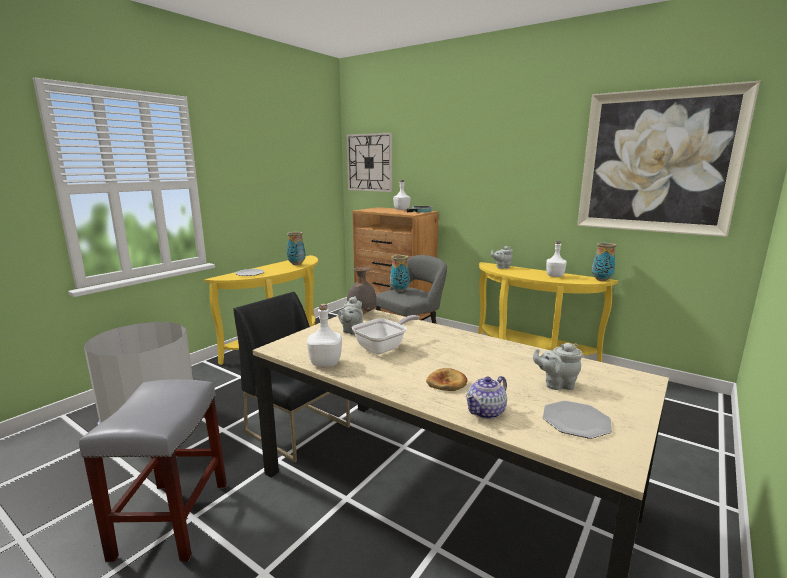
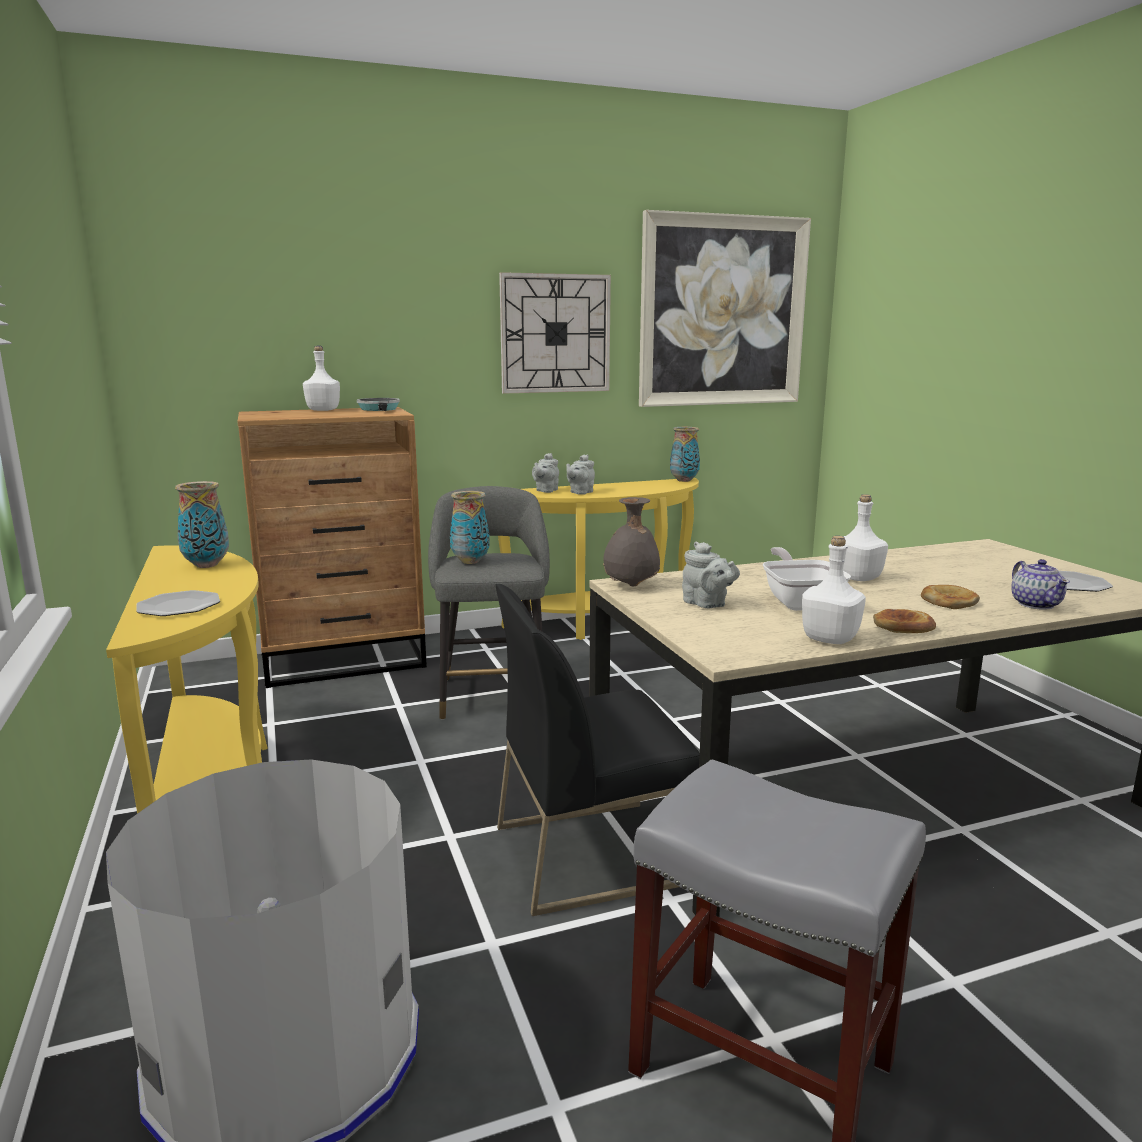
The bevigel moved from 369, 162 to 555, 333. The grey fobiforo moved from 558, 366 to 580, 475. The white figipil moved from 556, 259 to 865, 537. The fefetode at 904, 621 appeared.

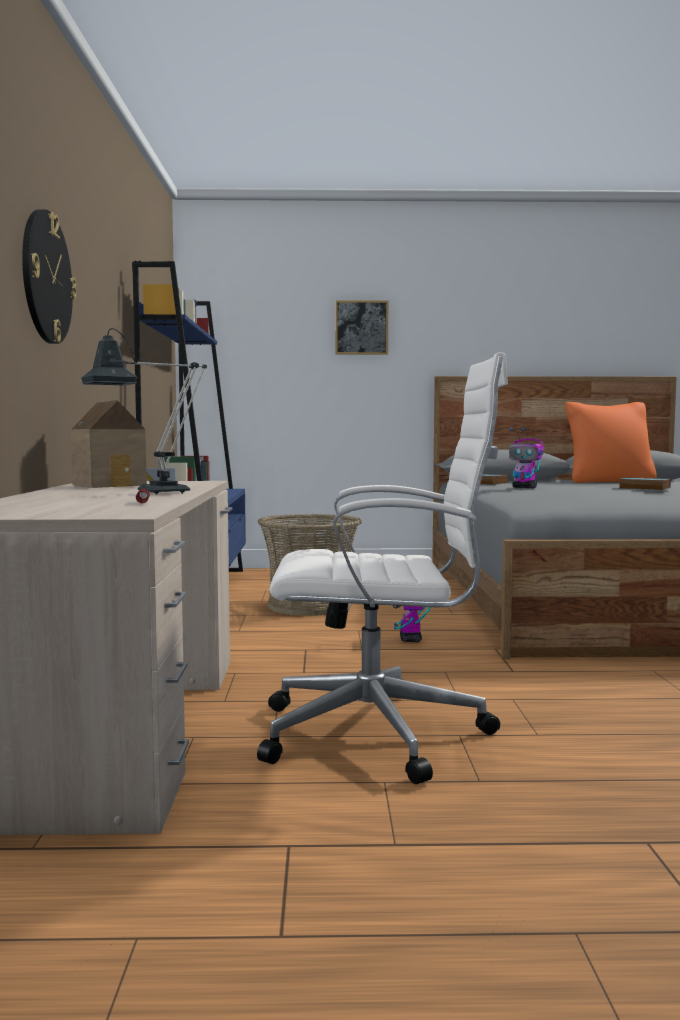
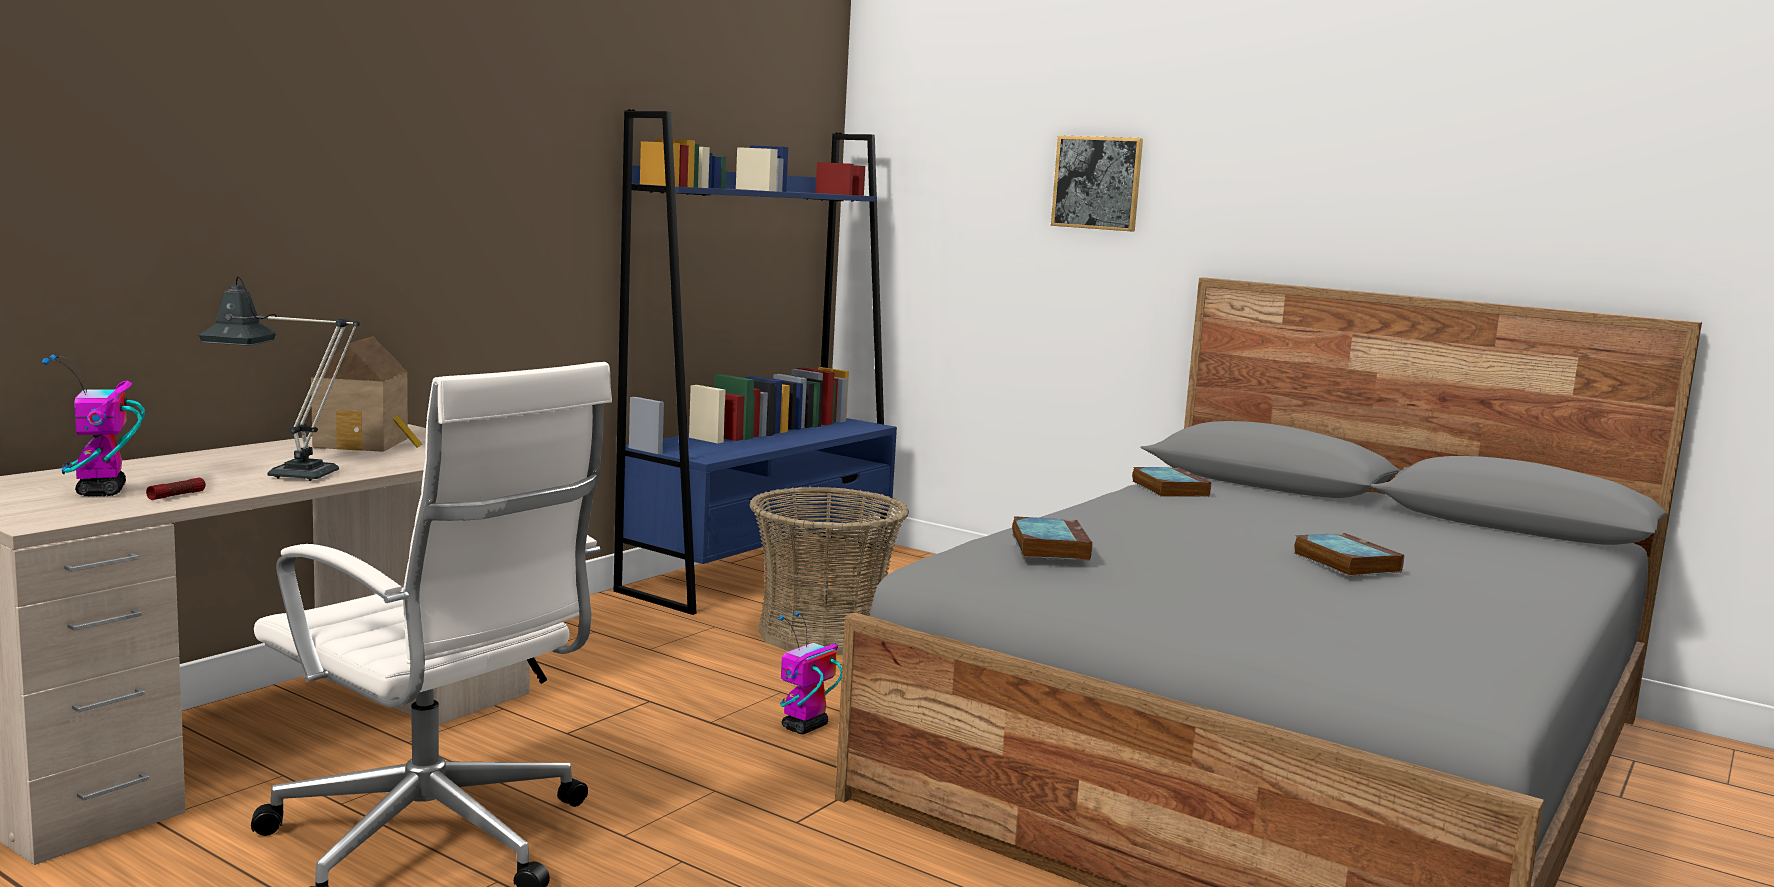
The bevigel at 49, 276 disappeared. The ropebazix moved from 526, 458 to 93, 425. The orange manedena at 611, 442 disappeared. The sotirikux at 1052, 538 appeared.

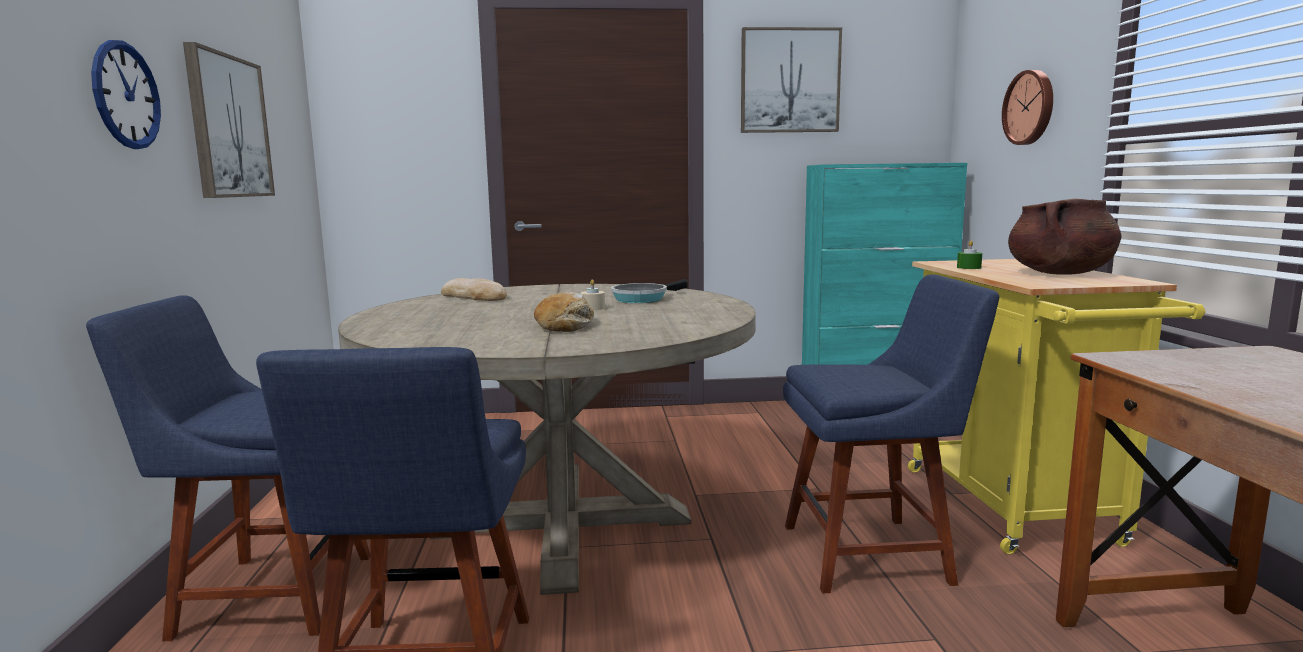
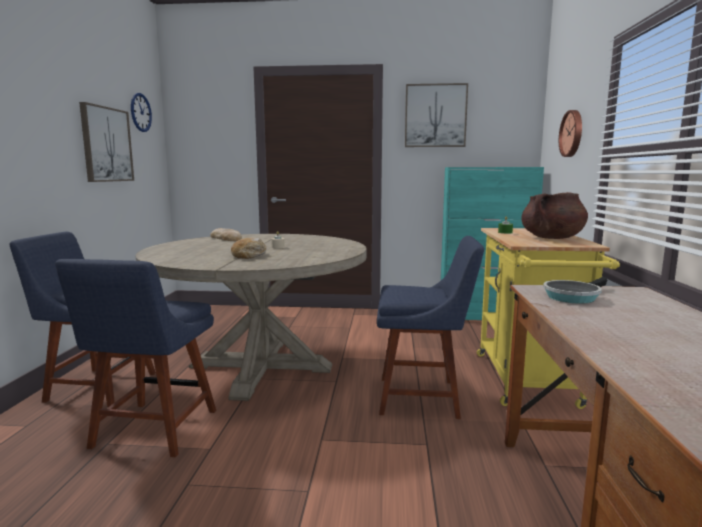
The bevigel moved from 126, 94 to 141, 112. The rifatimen moved from 649, 291 to 575, 290.

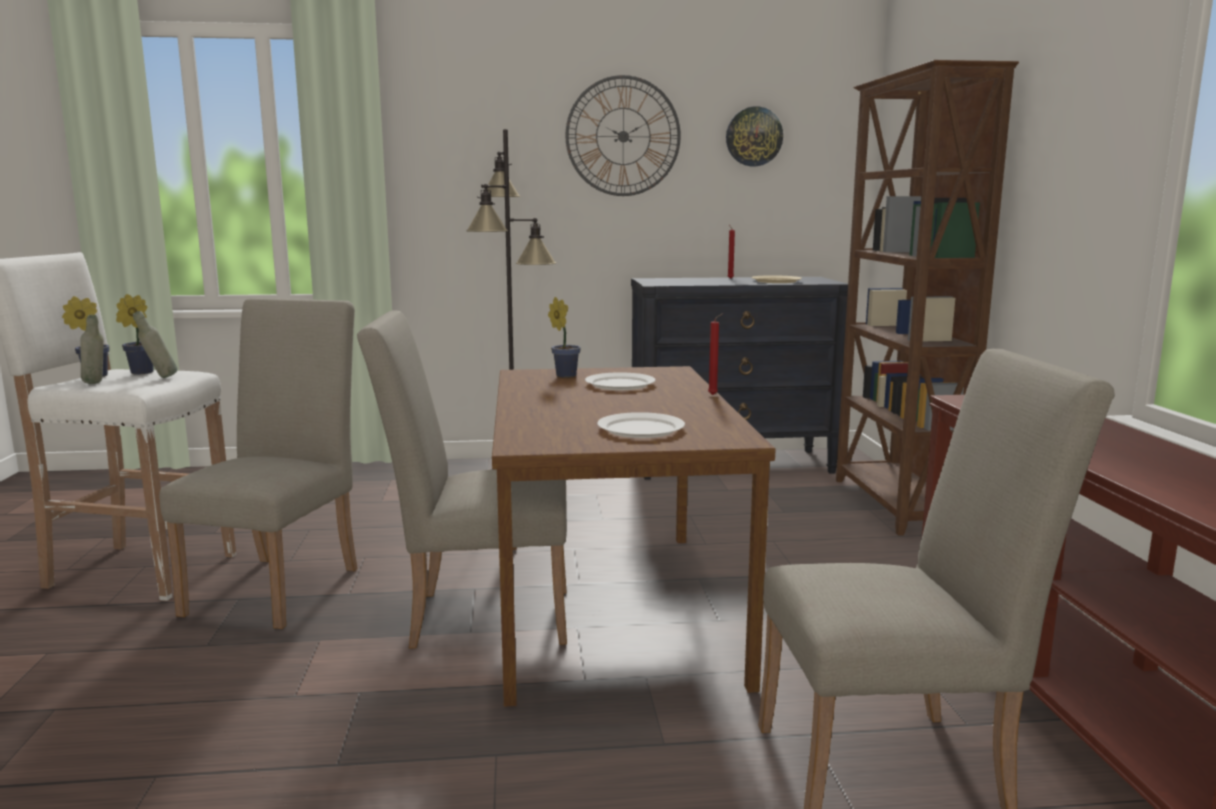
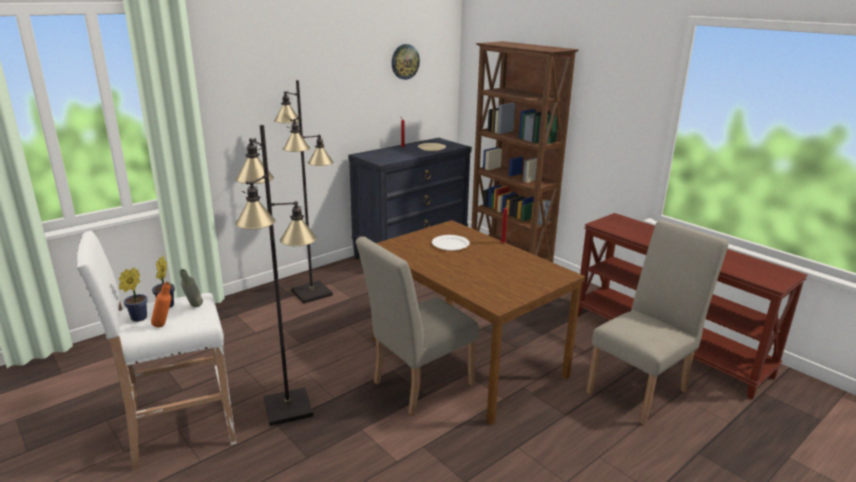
The grey figipil at 92, 349 became the orange figipil at 161, 305. The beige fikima at 258, 463 was replaced by the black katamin at 276, 275. The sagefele at 564, 337 disappeared. The bevigel at 623, 135 disappeared. The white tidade at 641, 425 disappeared.

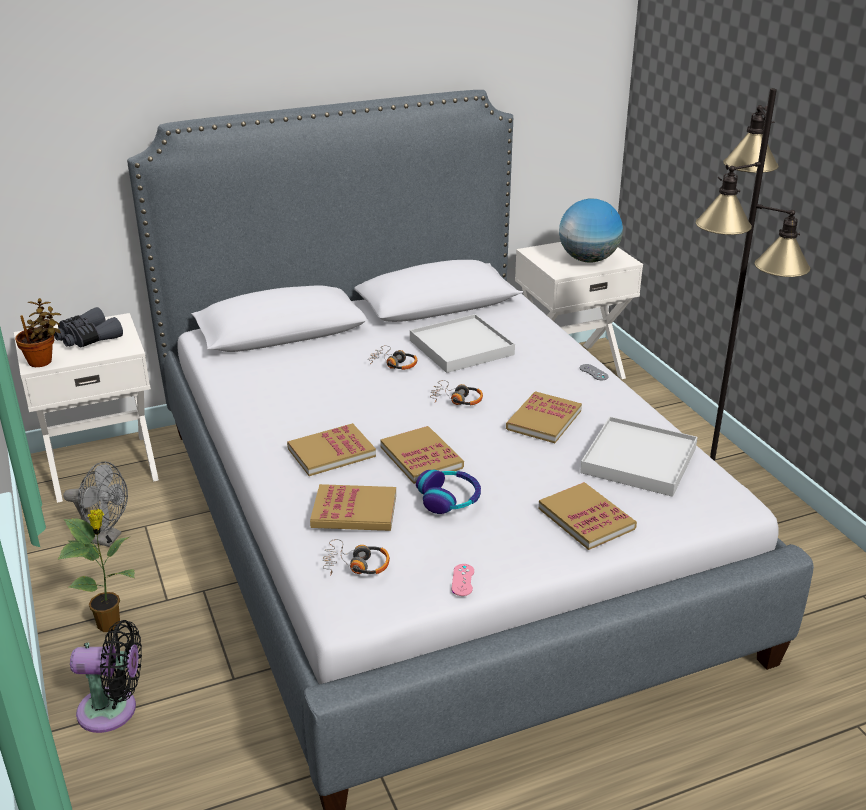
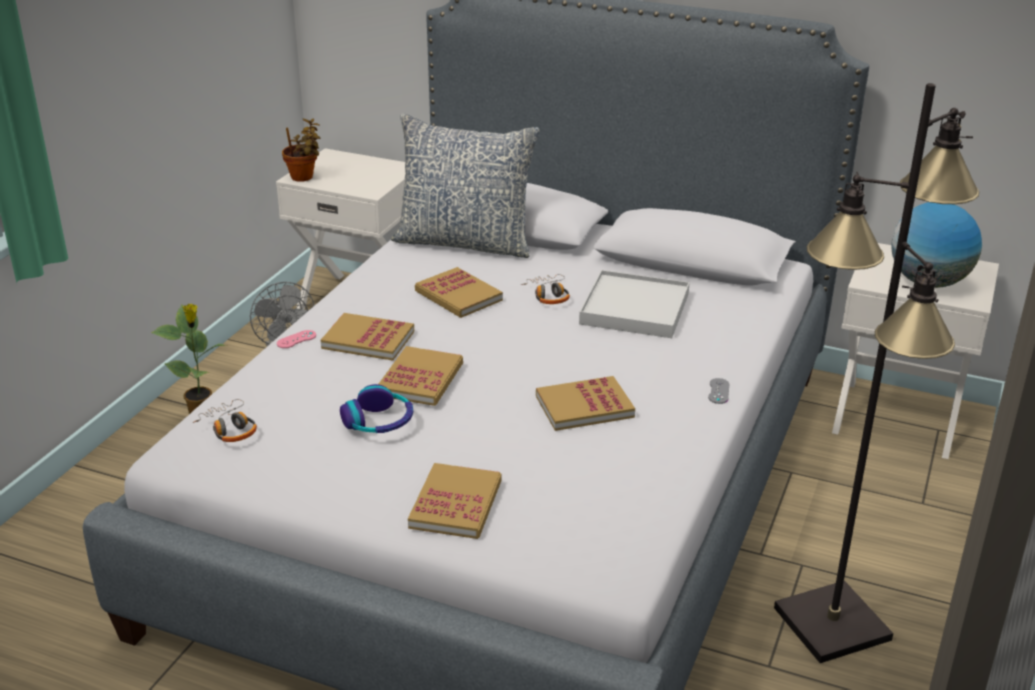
The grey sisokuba at 88, 327 disappeared. The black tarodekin at 106, 676 disappeared. The sotirikux moved from 353, 507 to 459, 292. The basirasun at 456, 392 disappeared. The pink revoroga moved from 463, 580 to 296, 339. The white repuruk at 639, 456 disappeared. The manedena at 465, 185 appeared.

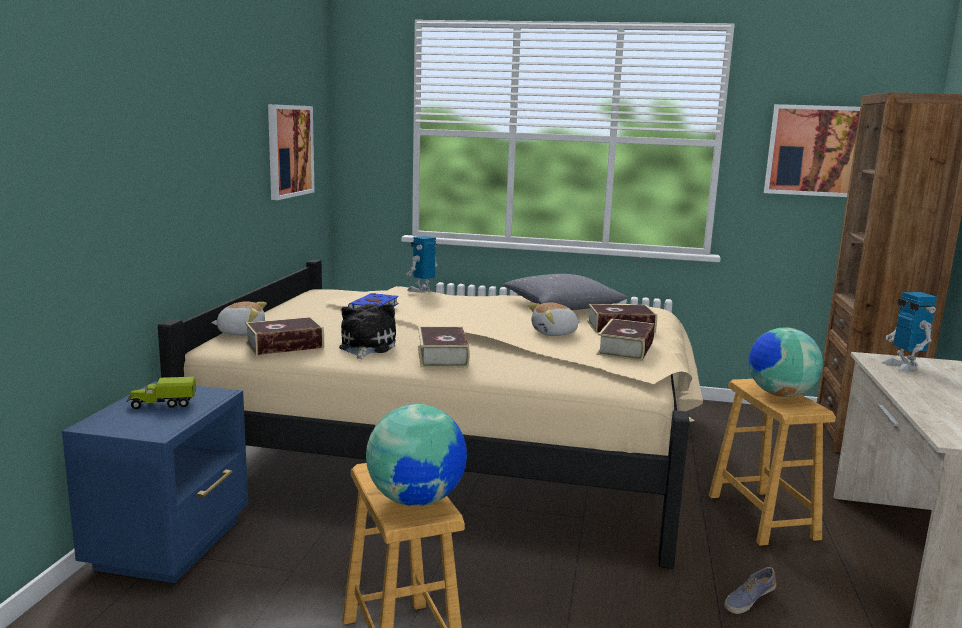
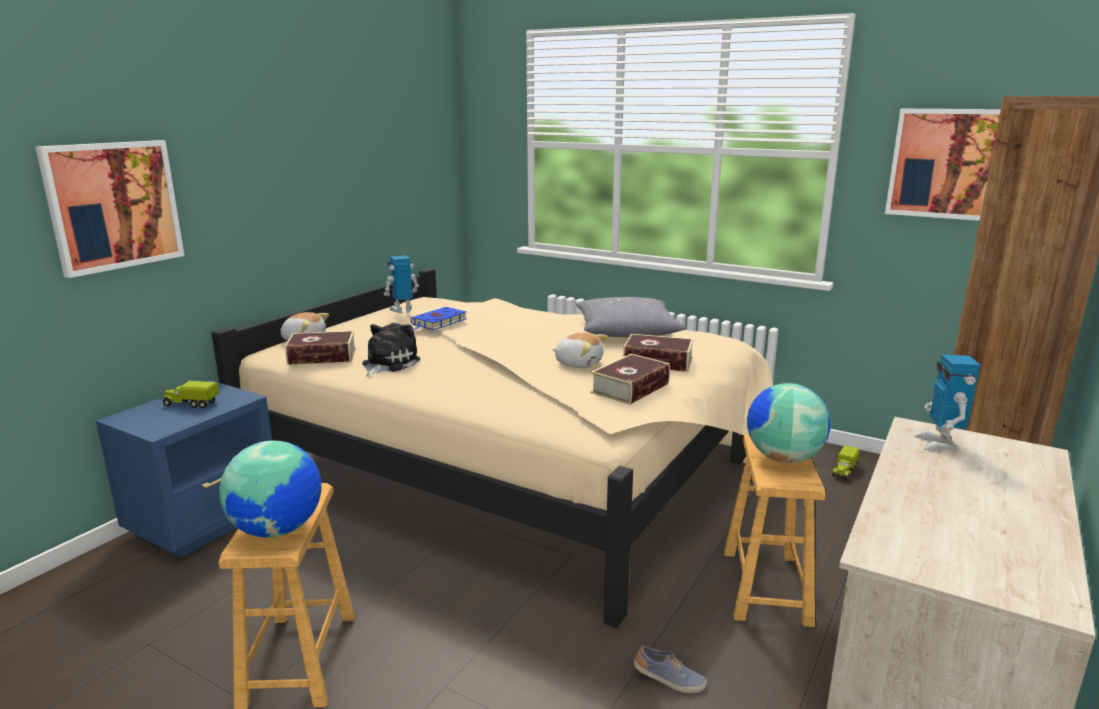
The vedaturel moved from 291, 152 to 110, 209. The ropebazix moved from 422, 264 to 401, 284. The sotirikux at 444, 347 disappeared. The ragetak at 554, 319 turned 150 degrees counterclockwise. The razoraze at 750, 590 turned 150 degrees counterclockwise. The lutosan at 846, 463 appeared.

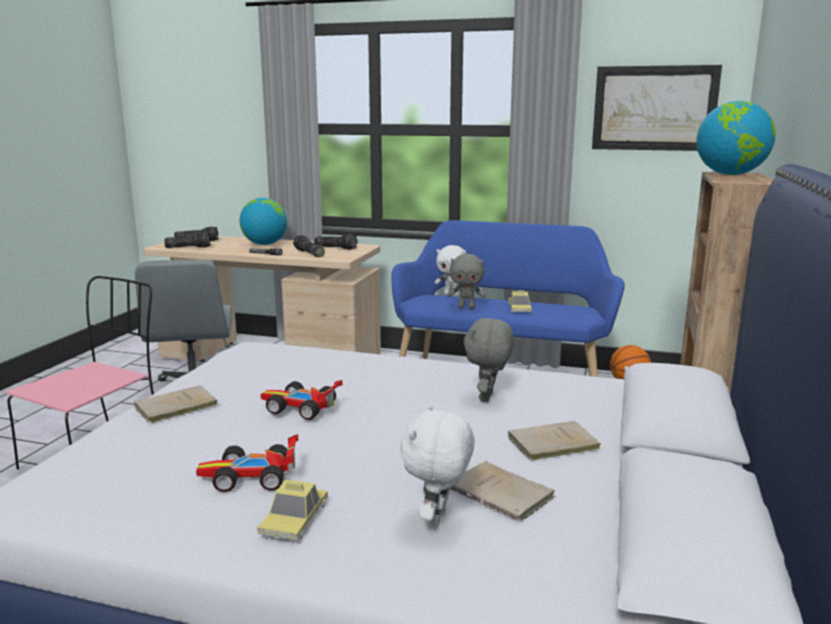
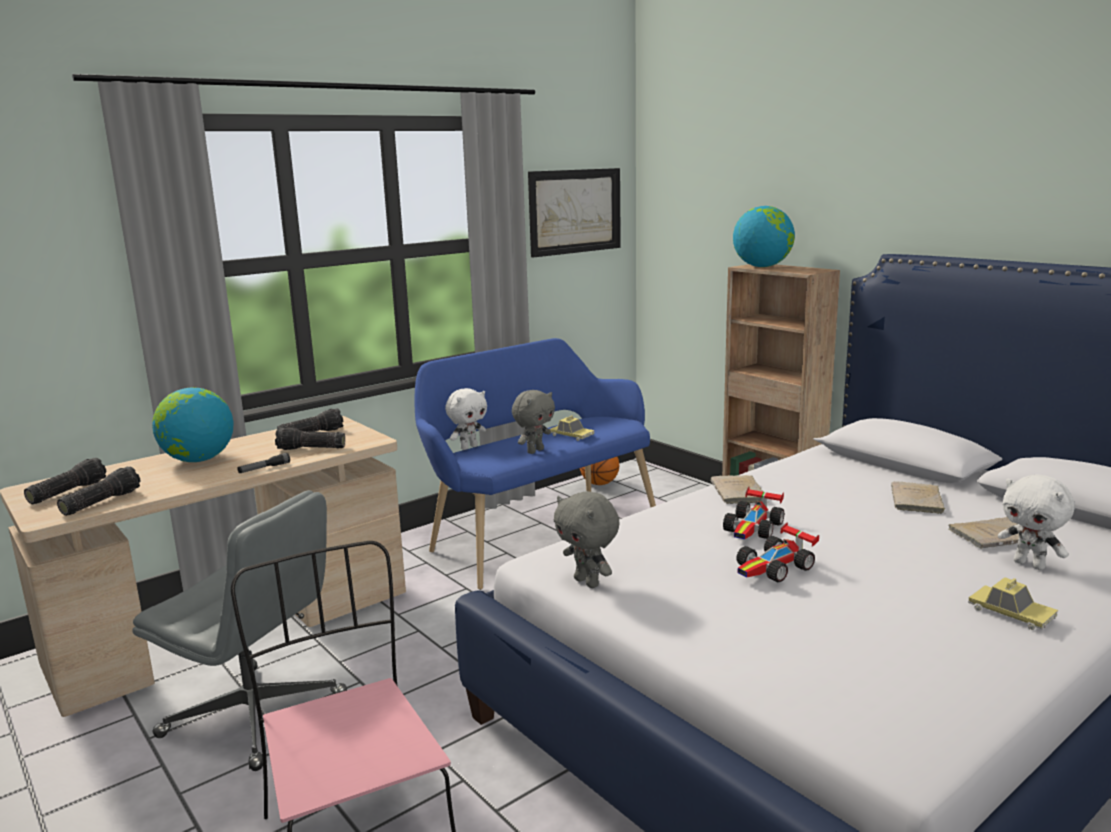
The beige sotirikux moved from 175, 404 to 736, 489. The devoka moved from 247, 463 to 753, 513. The grey ragetak moved from 489, 359 to 587, 539.

